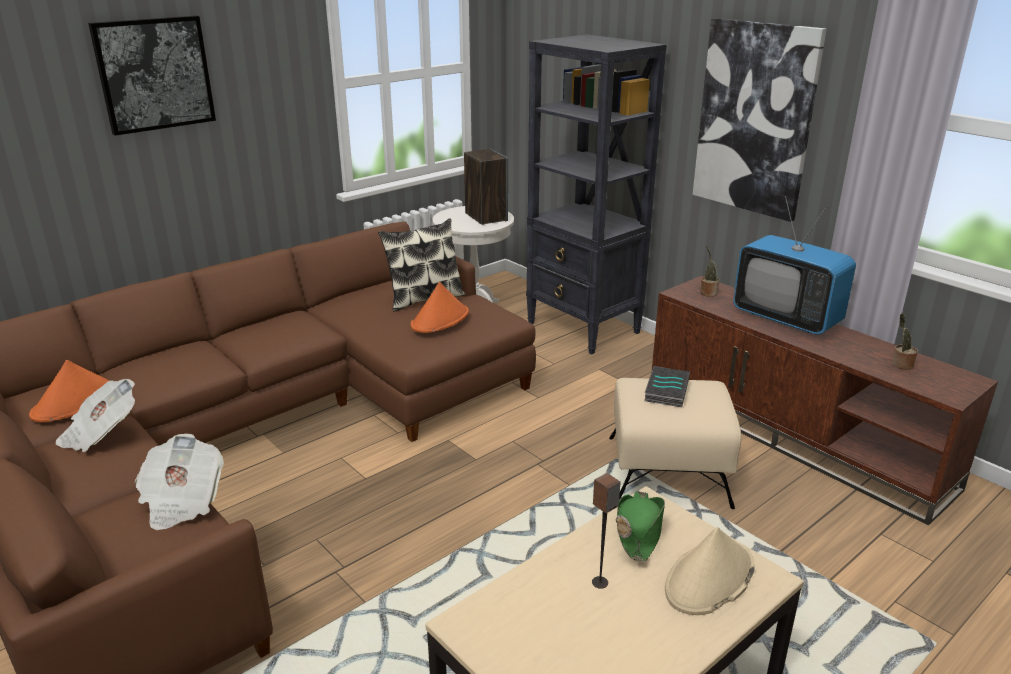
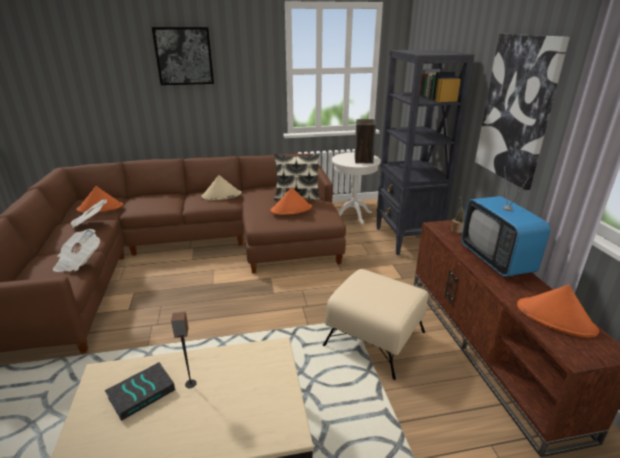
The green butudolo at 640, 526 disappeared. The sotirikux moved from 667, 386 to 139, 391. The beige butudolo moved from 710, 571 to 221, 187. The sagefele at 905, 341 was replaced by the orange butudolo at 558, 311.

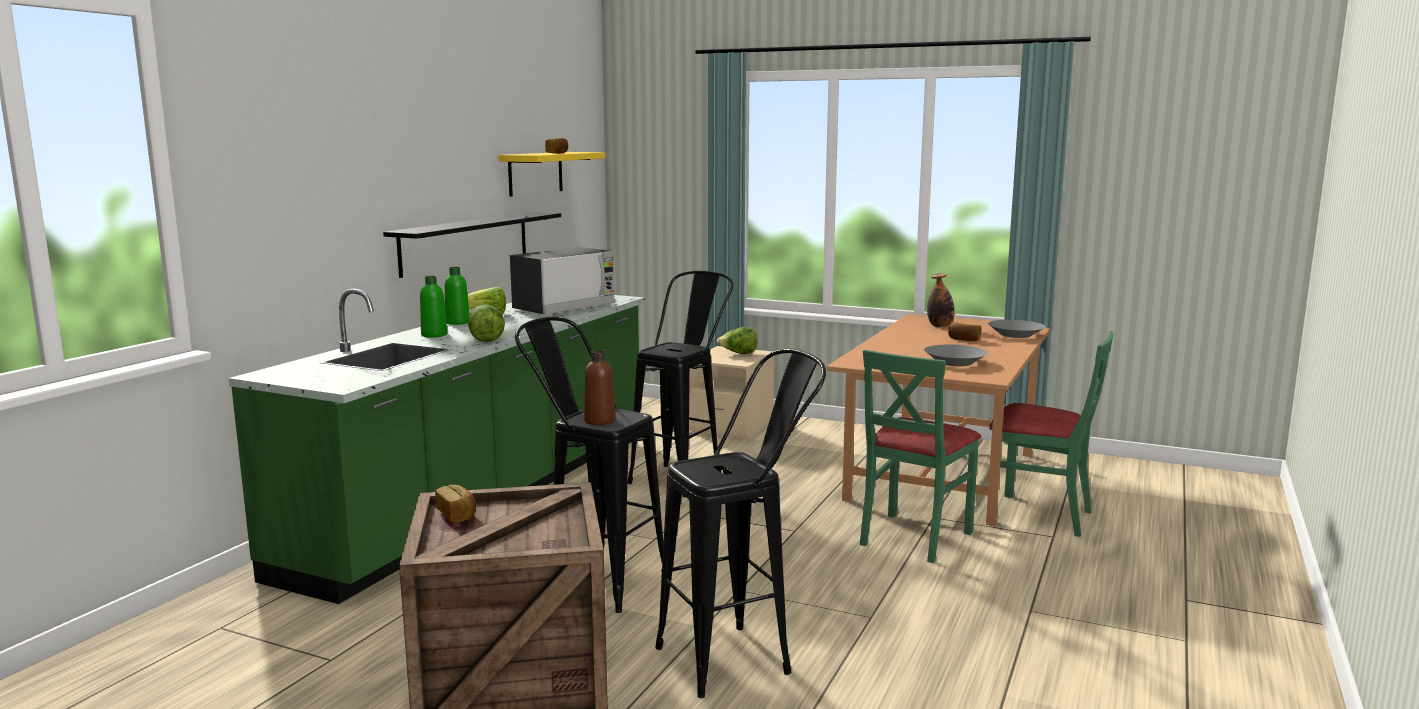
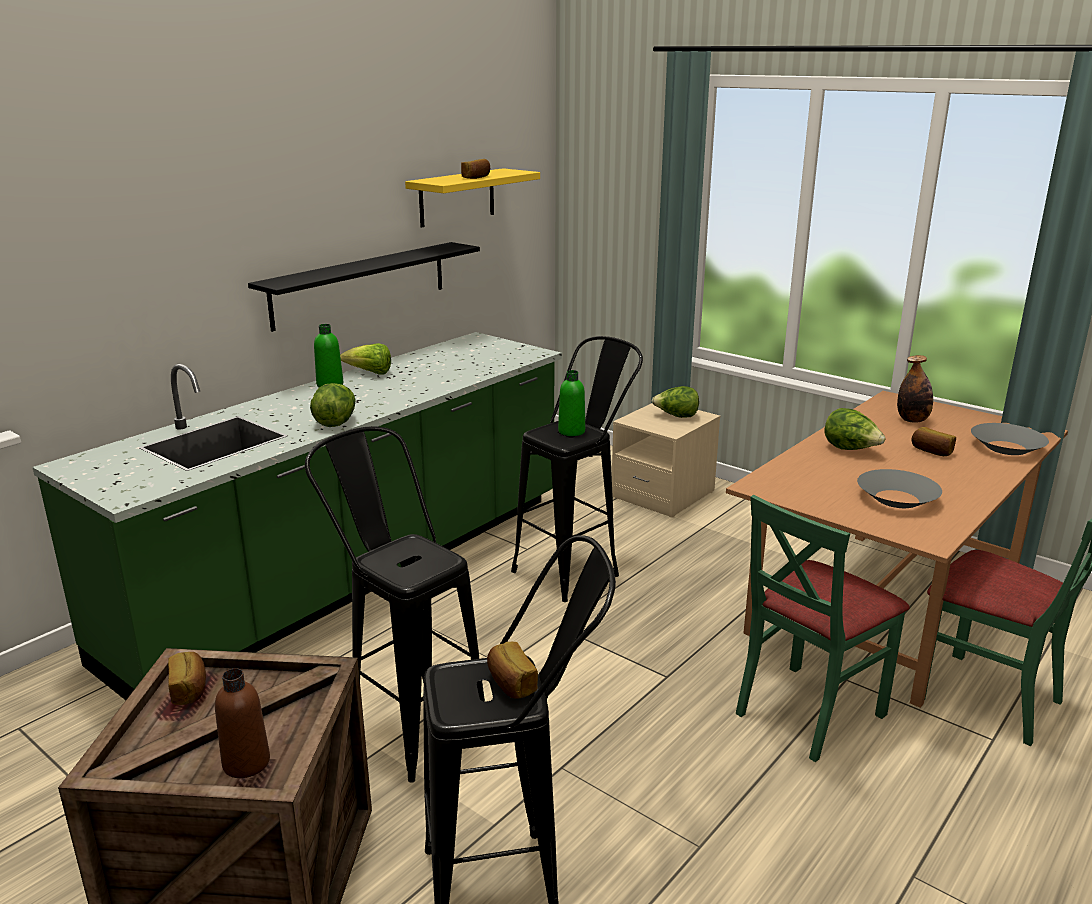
The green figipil moved from 433, 307 to 571, 403. The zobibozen at 562, 281 disappeared. The brown figipil moved from 599, 387 to 242, 723. The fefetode at 512, 670 appeared. The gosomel at 855, 429 appeared.

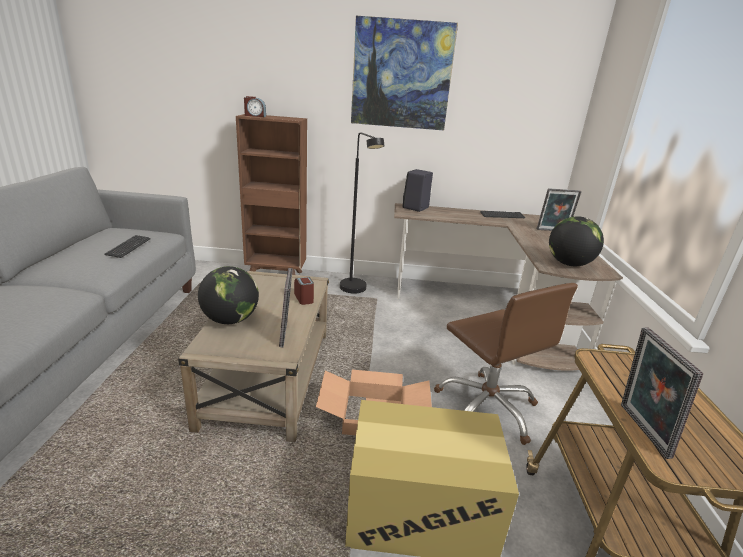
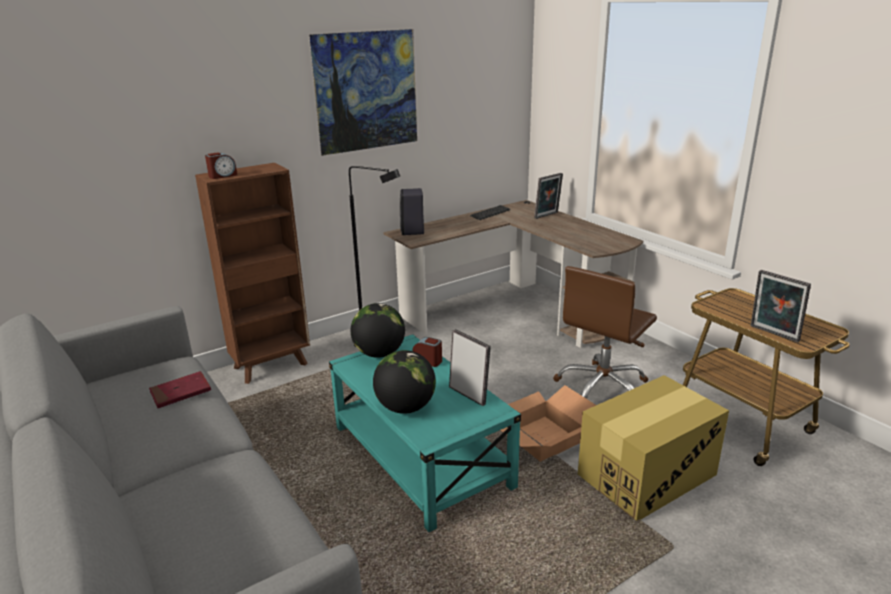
The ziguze at 127, 246 was replaced by the red sotirikux at 180, 389. The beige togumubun at 253, 356 became the turquoise togumubun at 425, 433. The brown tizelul at 506, 364 turned 105 degrees clockwise. The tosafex moved from 576, 241 to 378, 330.

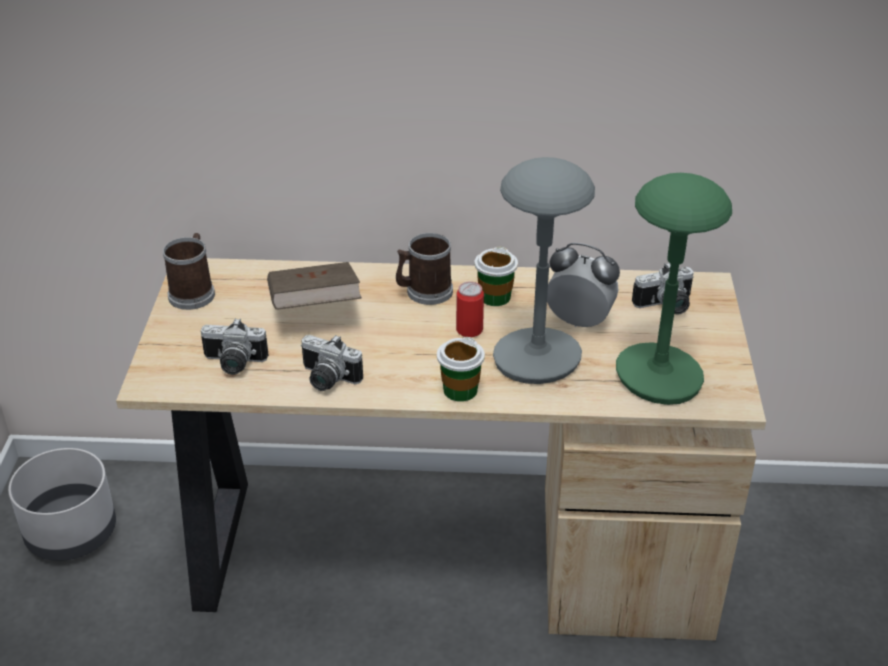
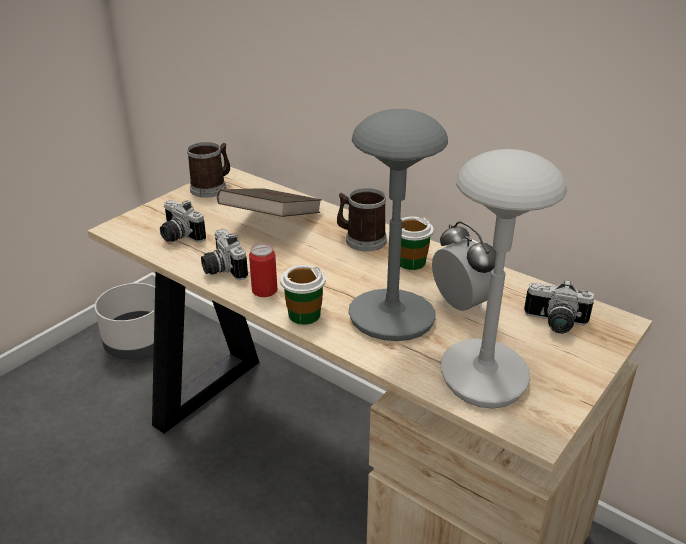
The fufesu moved from 470, 309 to 263, 270. The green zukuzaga at 674, 289 became the grey zukuzaga at 504, 279.

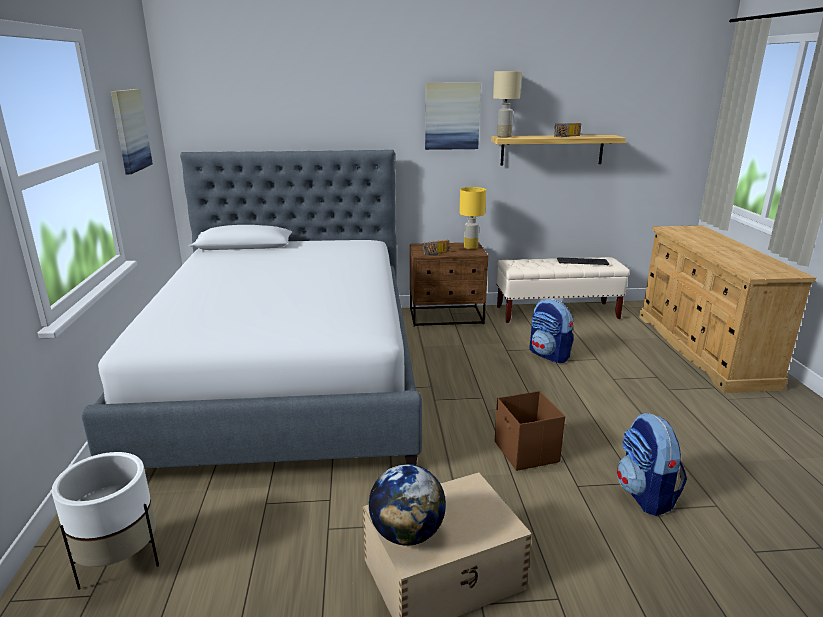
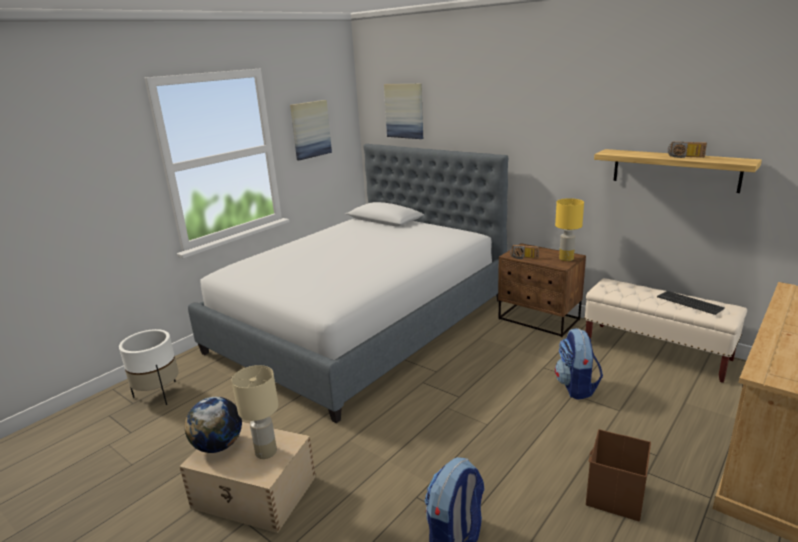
The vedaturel moved from 453, 116 to 403, 111. The beige zukuzaga moved from 507, 104 to 255, 412. The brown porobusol moved from 530, 431 to 618, 475.

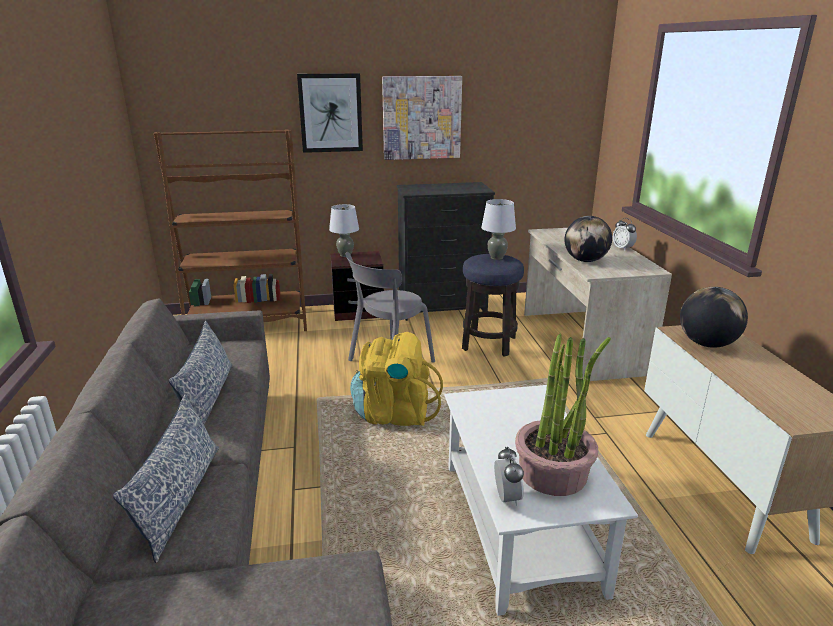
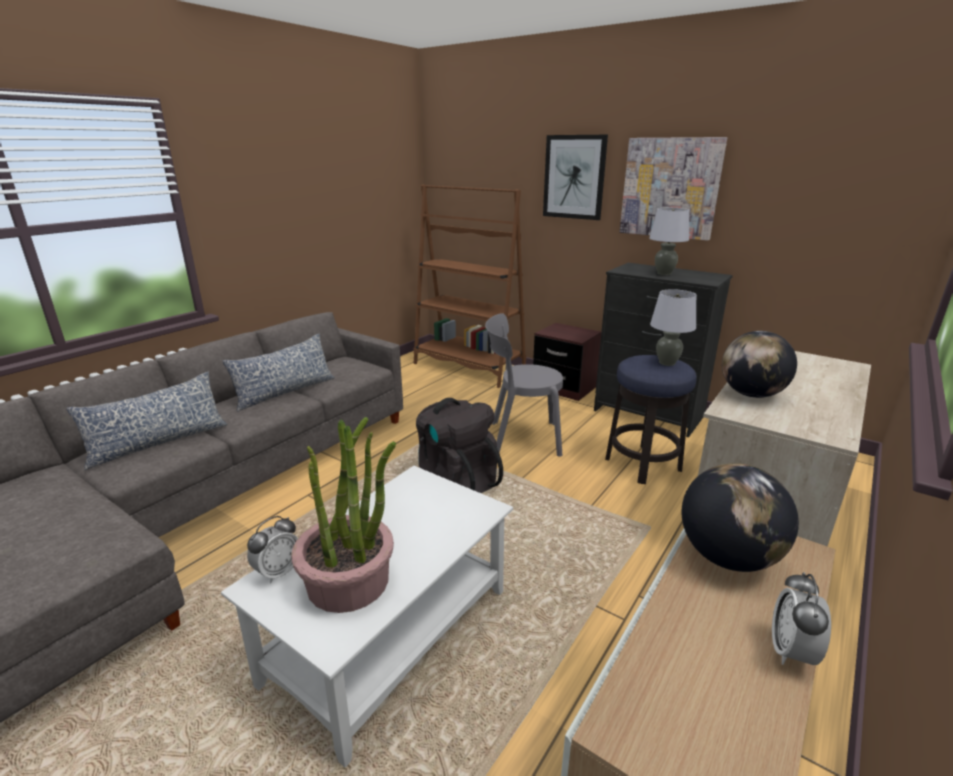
The grey zukuzaga moved from 344, 230 to 669, 241. The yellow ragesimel at 396, 379 became the black ragesimel at 459, 445. The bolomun moved from 625, 234 to 801, 618.

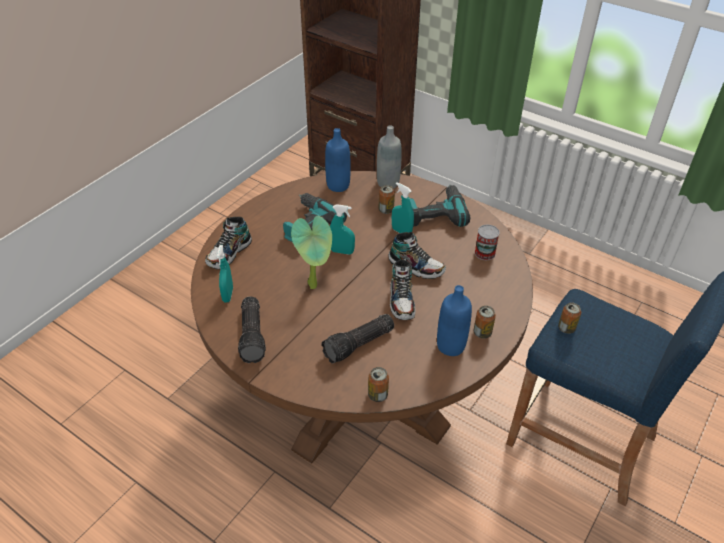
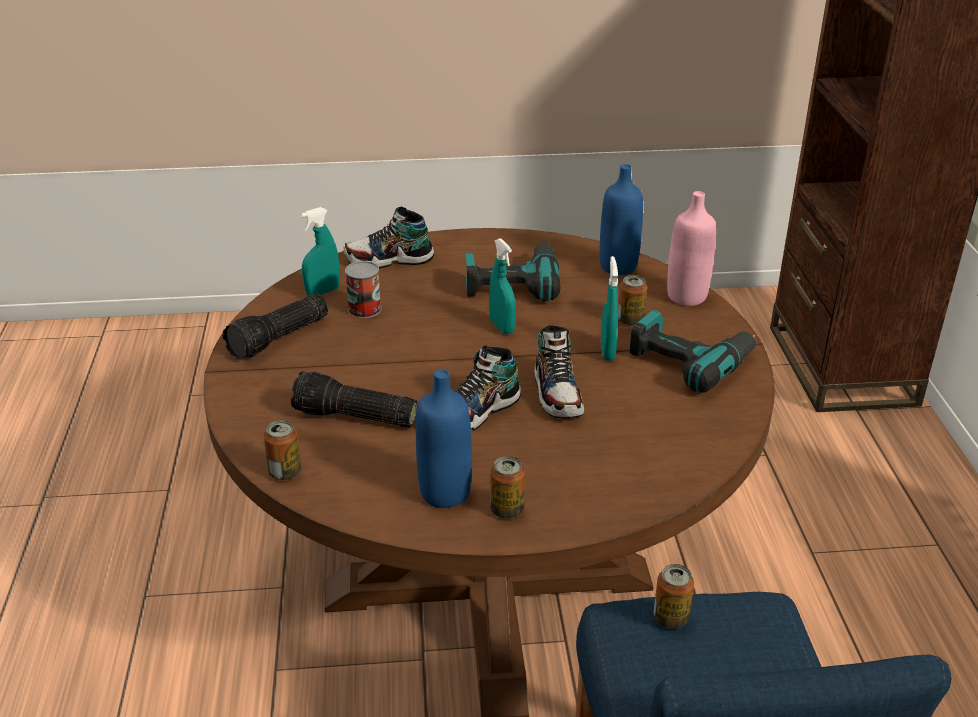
The sagefele at 311, 252 disappeared. The grey figipil at 389, 156 became the pink figipil at 691, 248. The fufesu moved from 487, 242 to 363, 289.

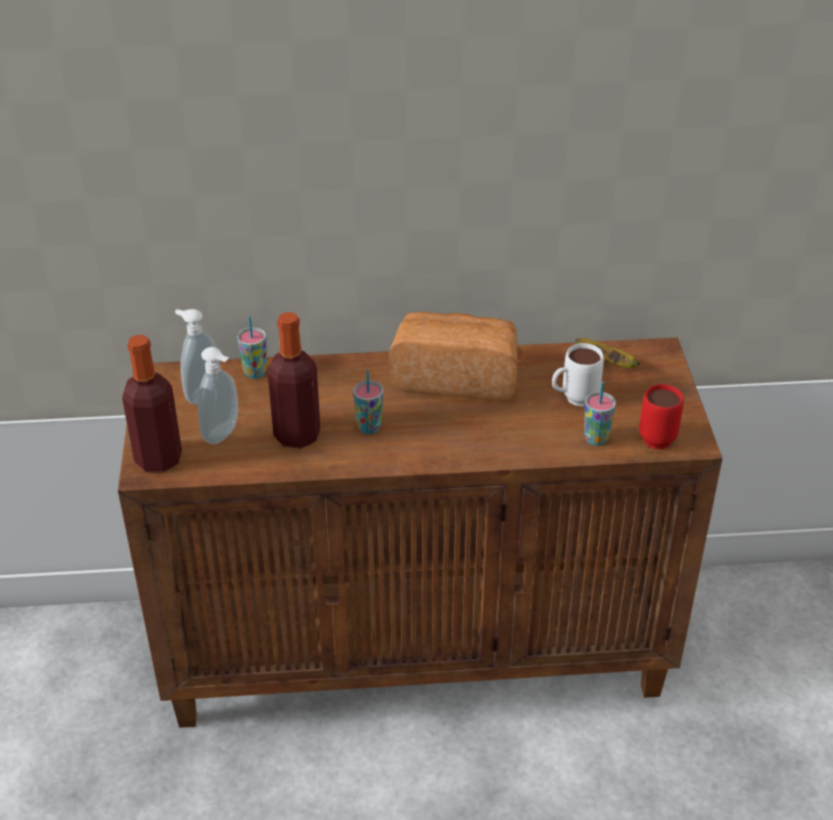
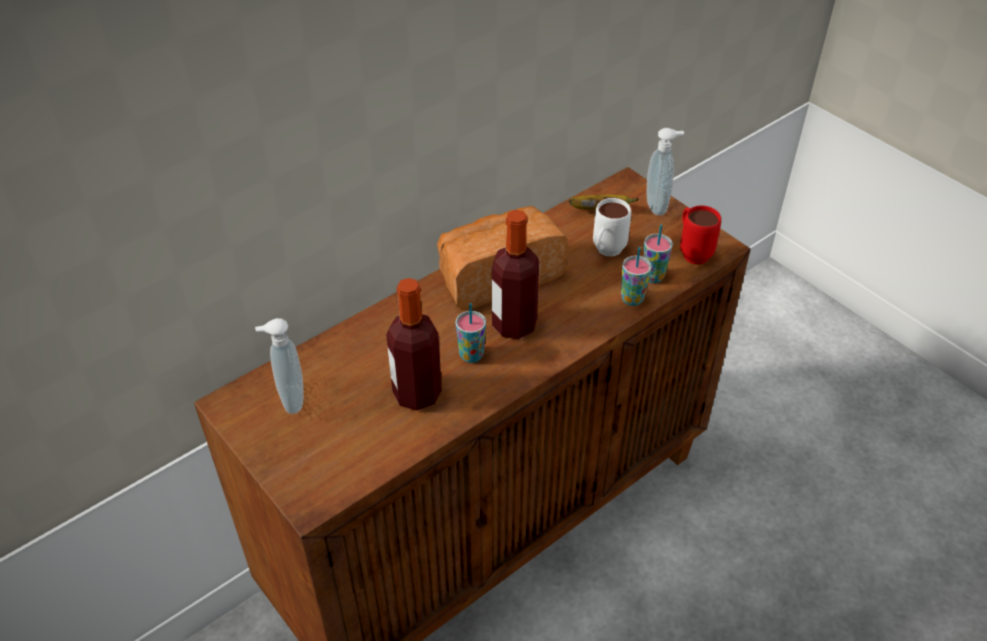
The figipil moved from 152, 403 to 515, 274. The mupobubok moved from 218, 396 to 665, 172. The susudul moved from 252, 347 to 636, 276.

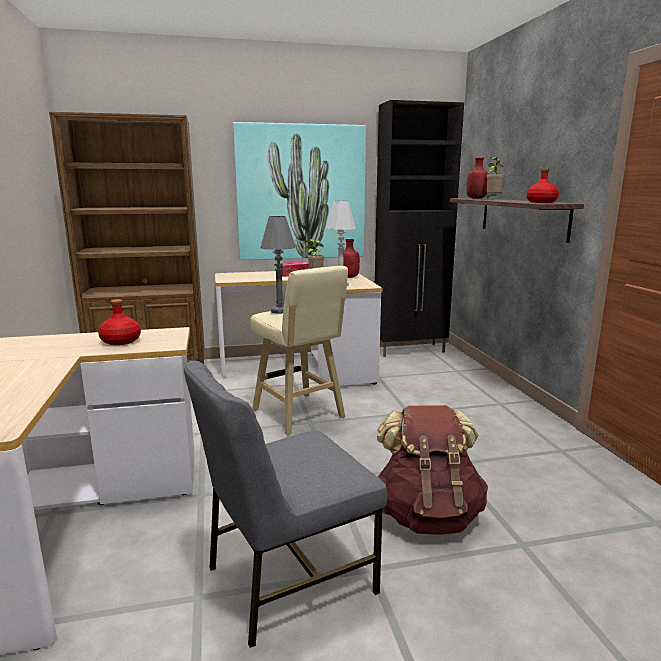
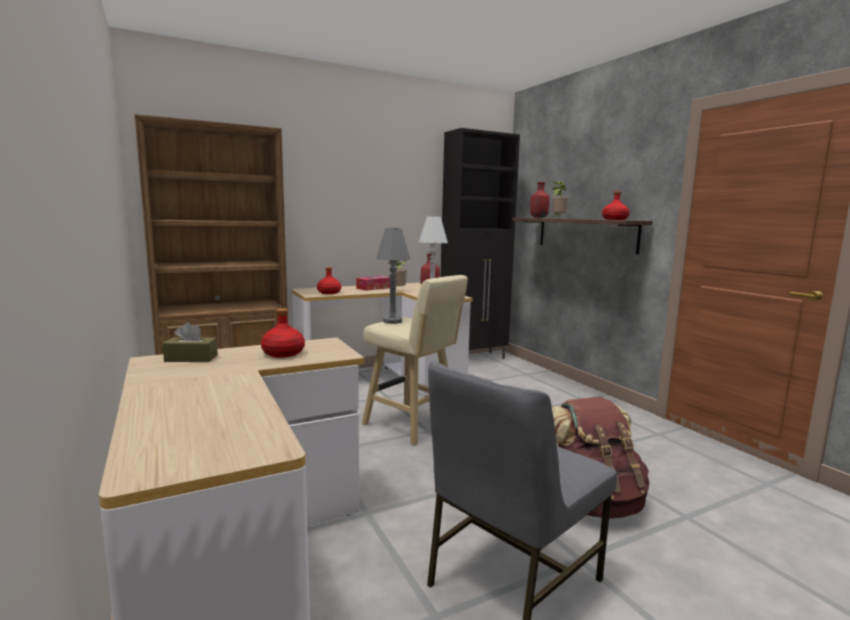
The vedaturel at 299, 191 disappeared. The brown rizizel at 190, 342 appeared. The red figipil at 329, 280 appeared.

